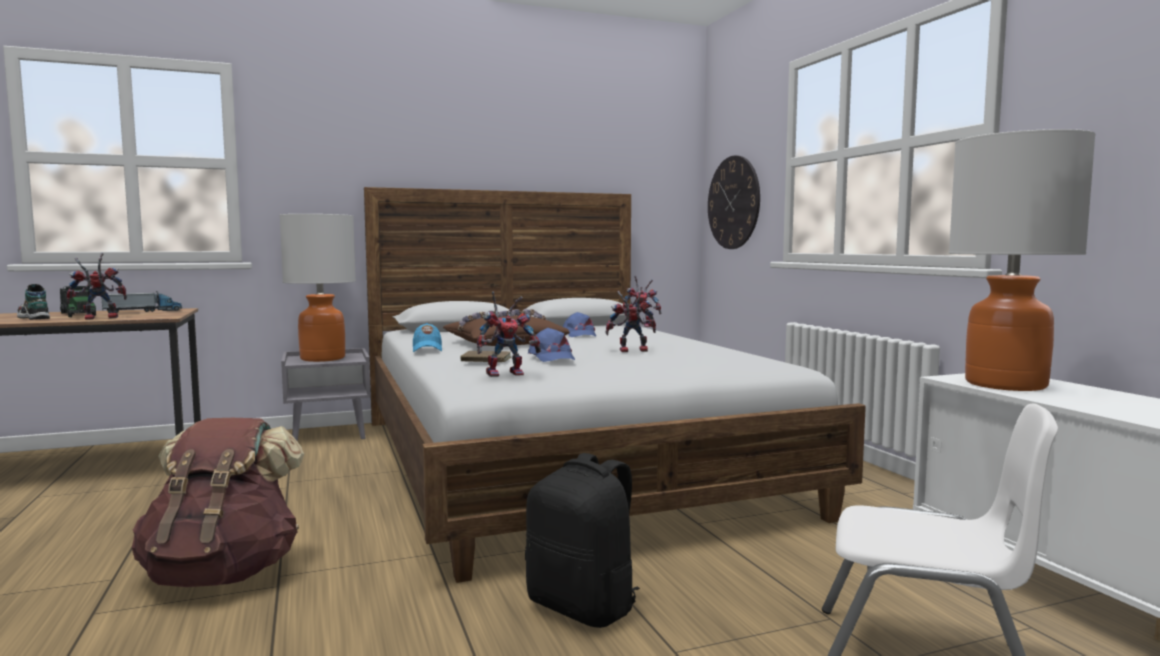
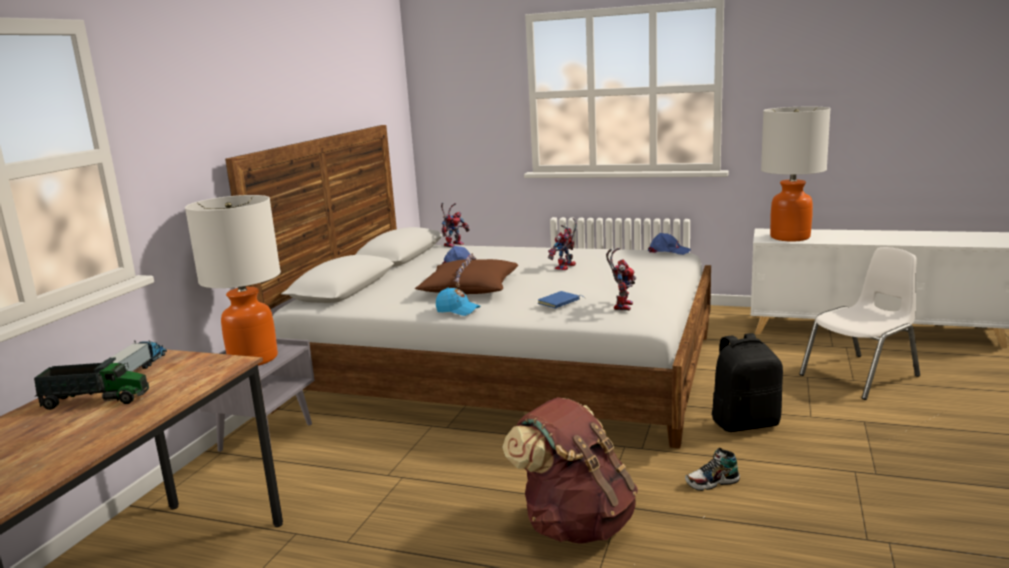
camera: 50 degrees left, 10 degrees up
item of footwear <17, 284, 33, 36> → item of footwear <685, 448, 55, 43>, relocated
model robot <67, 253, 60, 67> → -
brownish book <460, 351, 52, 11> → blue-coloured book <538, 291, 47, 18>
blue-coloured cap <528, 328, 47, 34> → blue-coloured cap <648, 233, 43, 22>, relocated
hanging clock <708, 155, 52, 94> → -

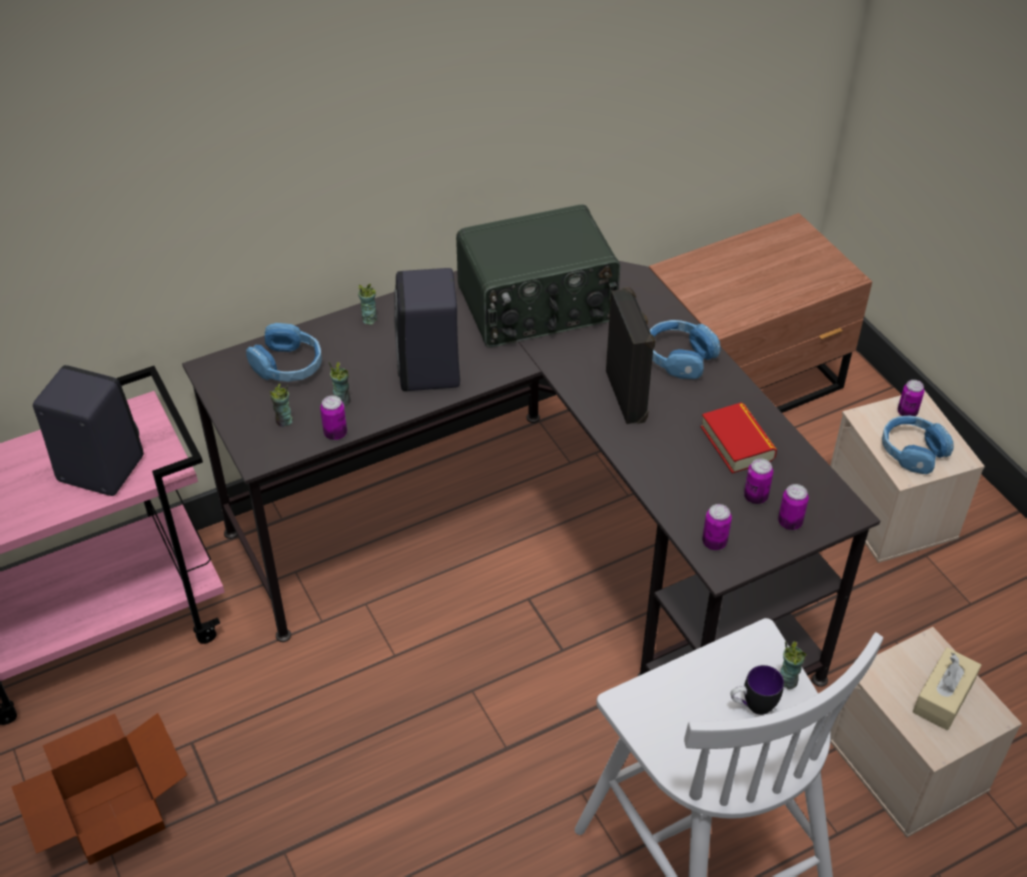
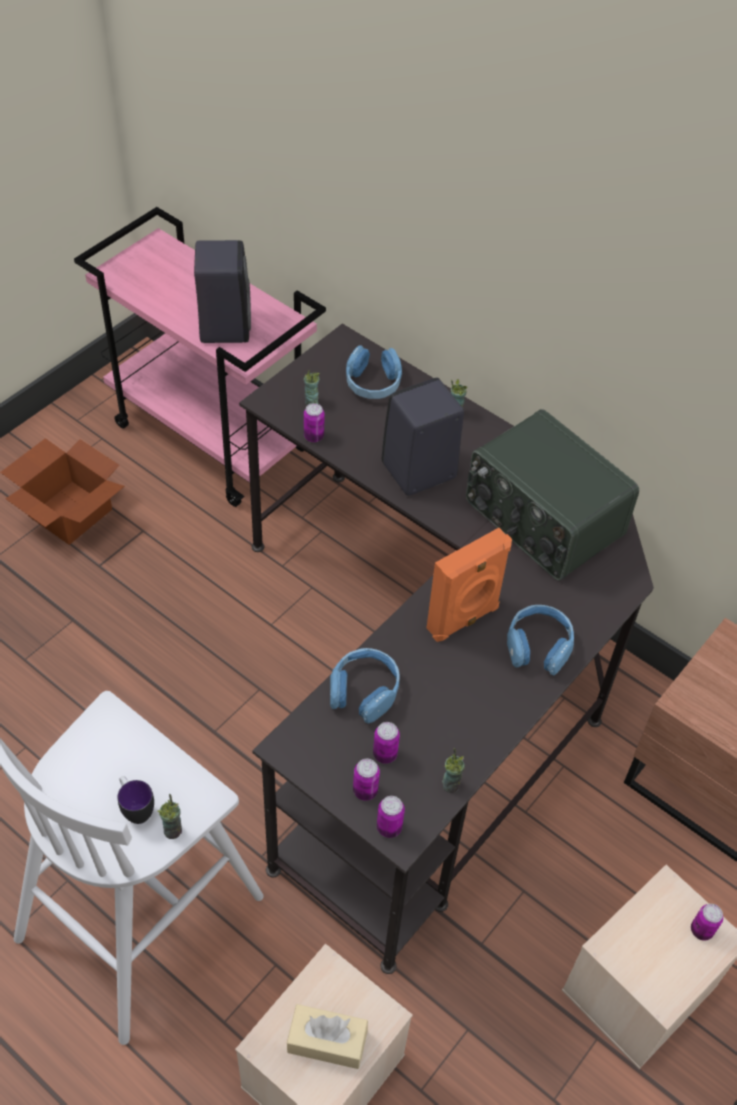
camera: 65 degrees right, 5 degrees up
drinking cup <328, 362, 23, 44> → drinking cup <442, 748, 23, 45>, relocated
black audio speaker <606, 287, 50, 137> → orange audio speaker <427, 528, 85, 114>
book <700, 402, 77, 72> → -
metal can <702, 504, 30, 46> → metal can <377, 796, 28, 42>, relocated
blue-coloured headphones <882, 416, 72, 58> → blue-coloured headphones <330, 648, 70, 76>, relocated

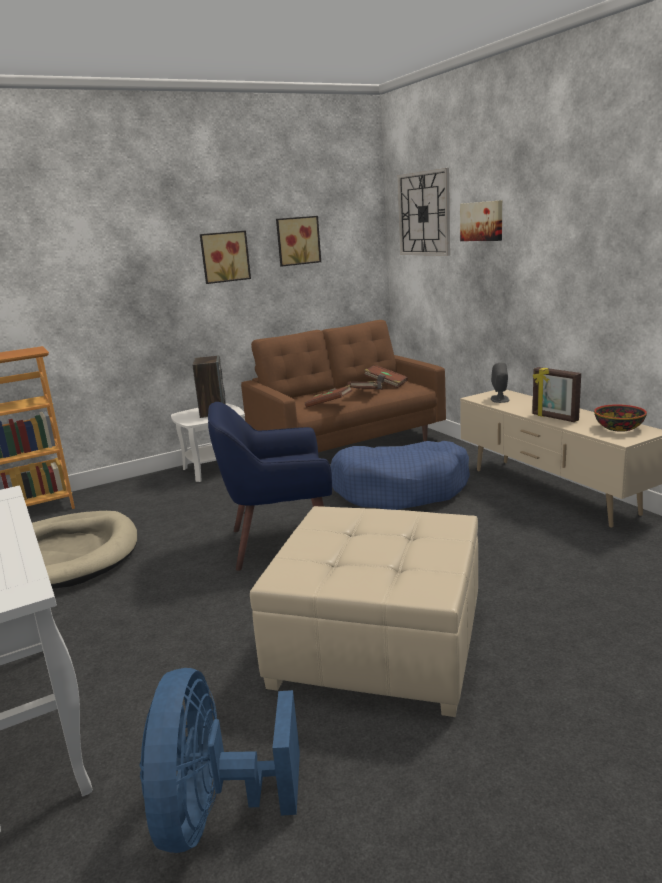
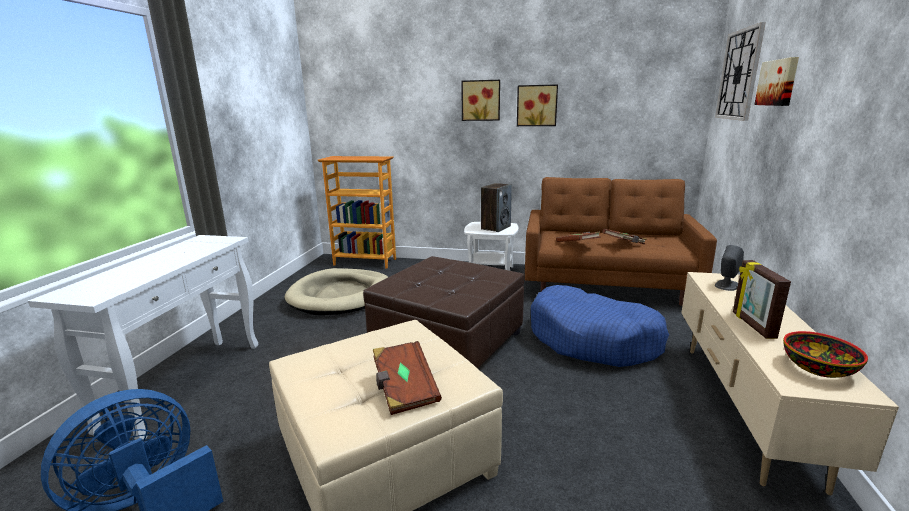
camera: 40 degrees right, 0 degrees up
blue-coloured lounge chair <208, 402, 124, 169> → brownish ottoman <363, 256, 161, 113>
picture <276, 216, 45, 51> → picture <461, 80, 39, 41>, relocated
brownish book <364, 365, 44, 23> → brownish book <373, 341, 69, 74>, relocated

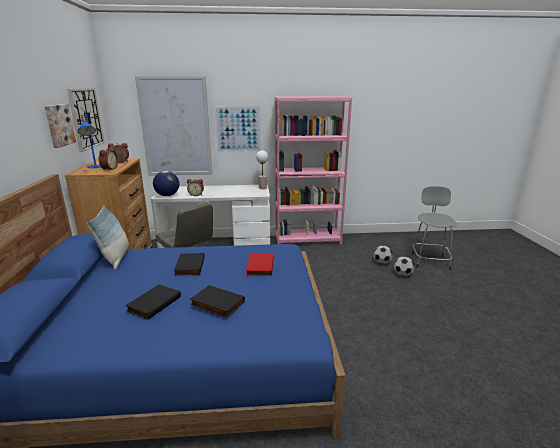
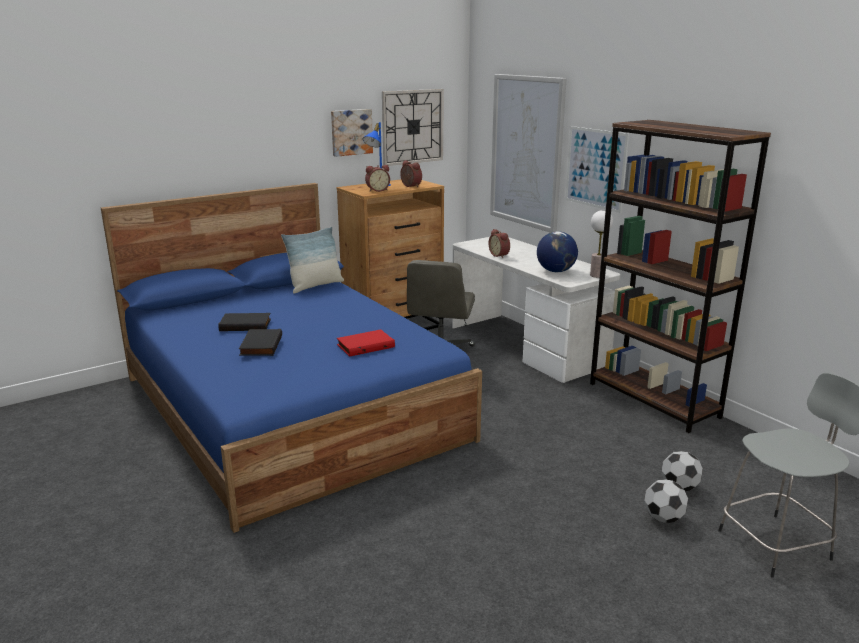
camera: 60 degrees right, 0 degrees up
desk globe <153, 171, 26, 25> → desk globe <537, 231, 41, 41>, relocated
black book <174, 253, 31, 23> → -
pink-coloured bookshelf <275, 96, 78, 149> → brownish bookshelf <590, 120, 181, 313>

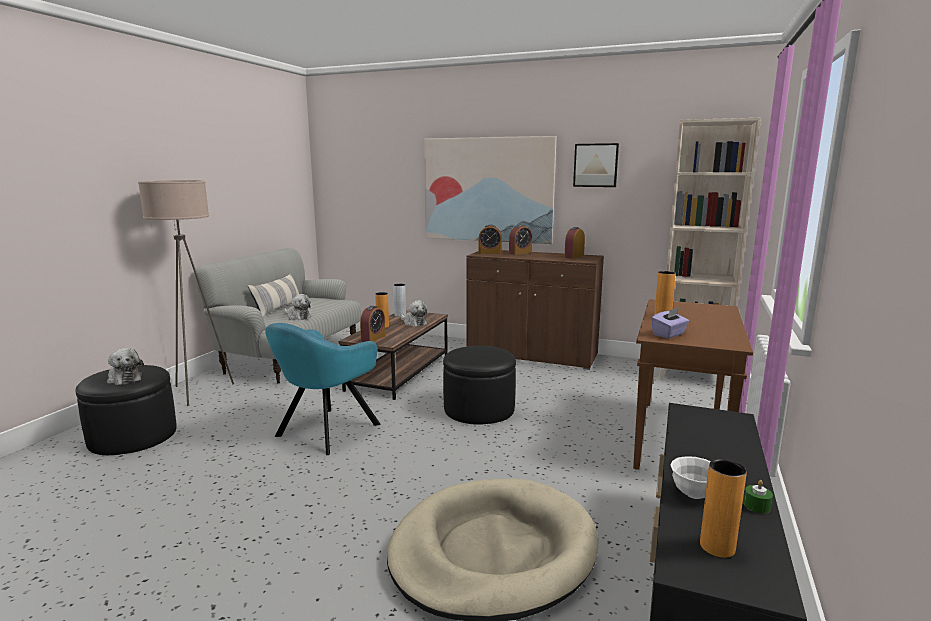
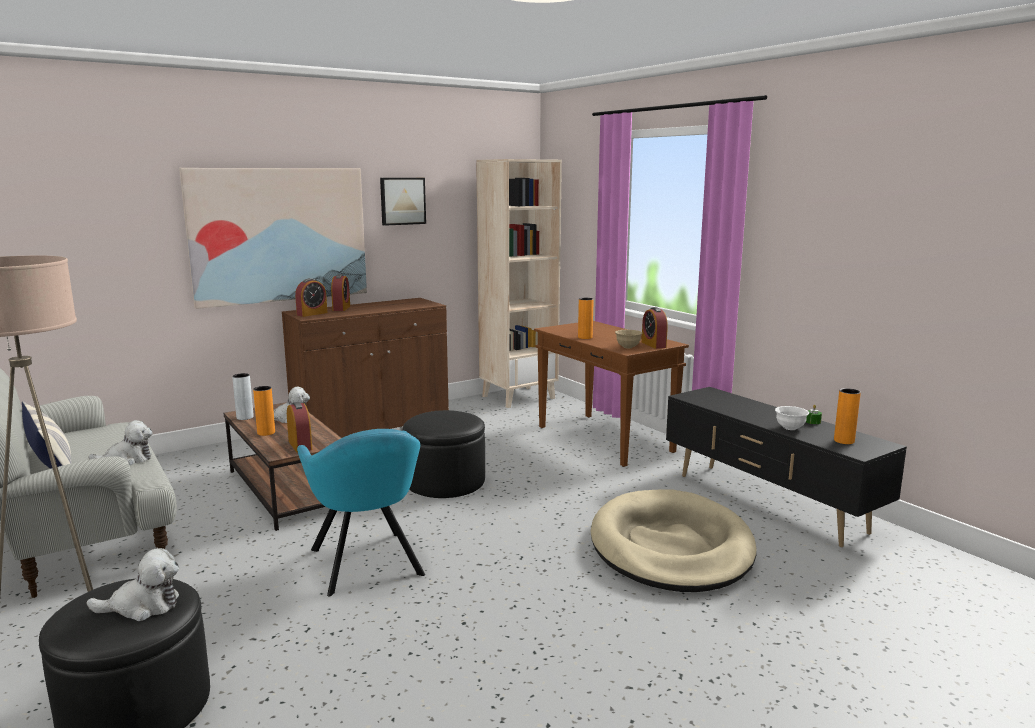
camera: 55 degrees left, 0 degrees up
bedside clock <564, 227, 21, 32> → bedside clock <642, 307, 26, 42>, relocated
purple tissue box <651, 308, 38, 30> → beige deep dish <615, 330, 28, 18>

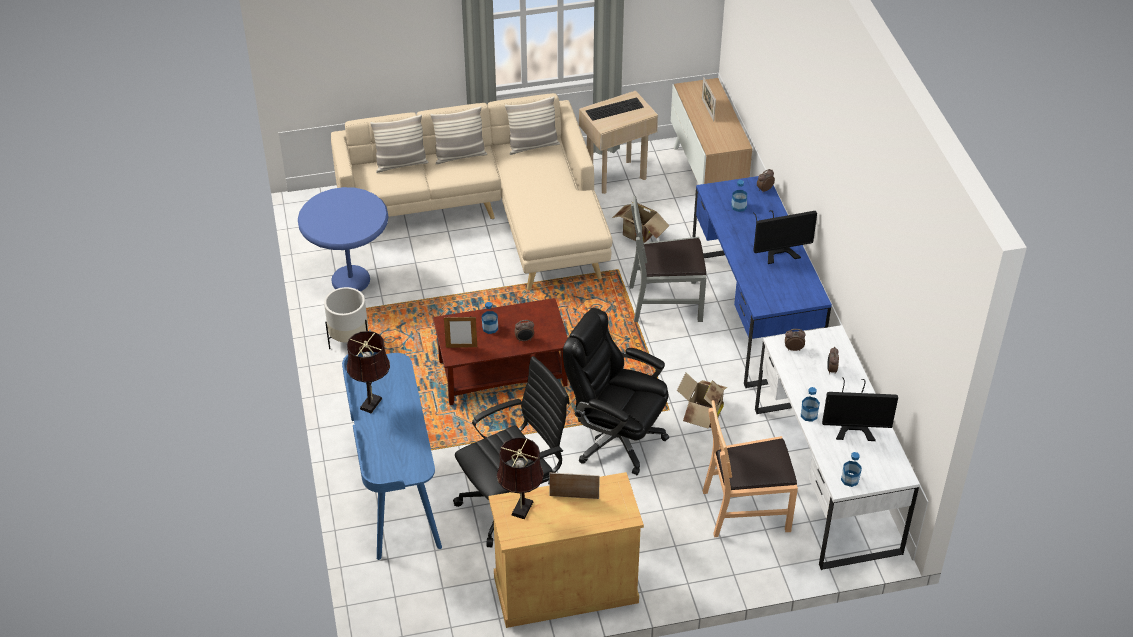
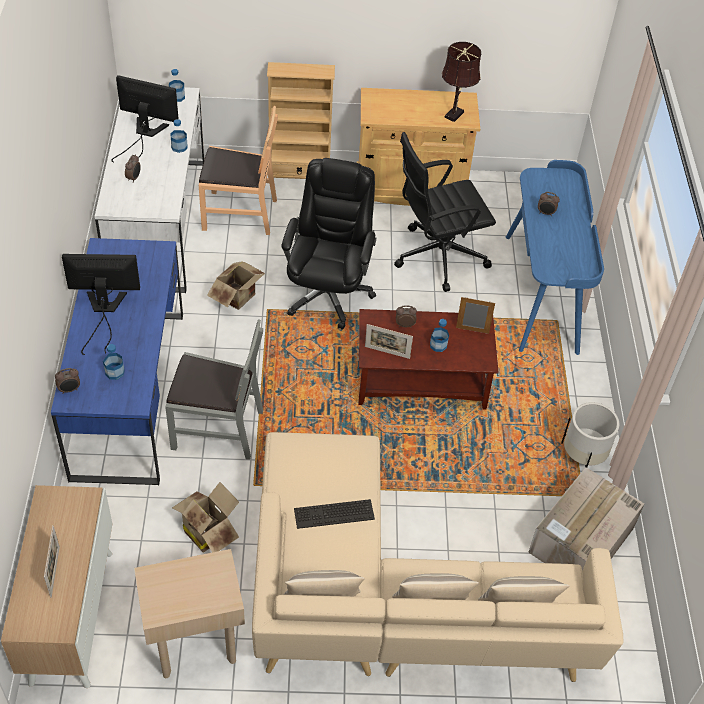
camera: 170 degrees left, 5 degrees up
blue-coloured end table <298, 187, 90, 105> → carton <528, 467, 116, 104>
brownish table lamp <347, 331, 43, 82> → -
picture frame <549, 473, 51, 26> → picture frame <365, 324, 48, 35>, relocated
black office chair <563, 308, 106, 167> → black office chair <281, 158, 95, 172>, 120 degrees counterclockwise
PC keyboard <586, 97, 58, 24> → PC keyboard <294, 499, 81, 30>, relocated
bedside clock <785, 329, 21, 22> → bedside clock <538, 192, 22, 24>, relocated
- → beige bookshelf <267, 62, 68, 117>

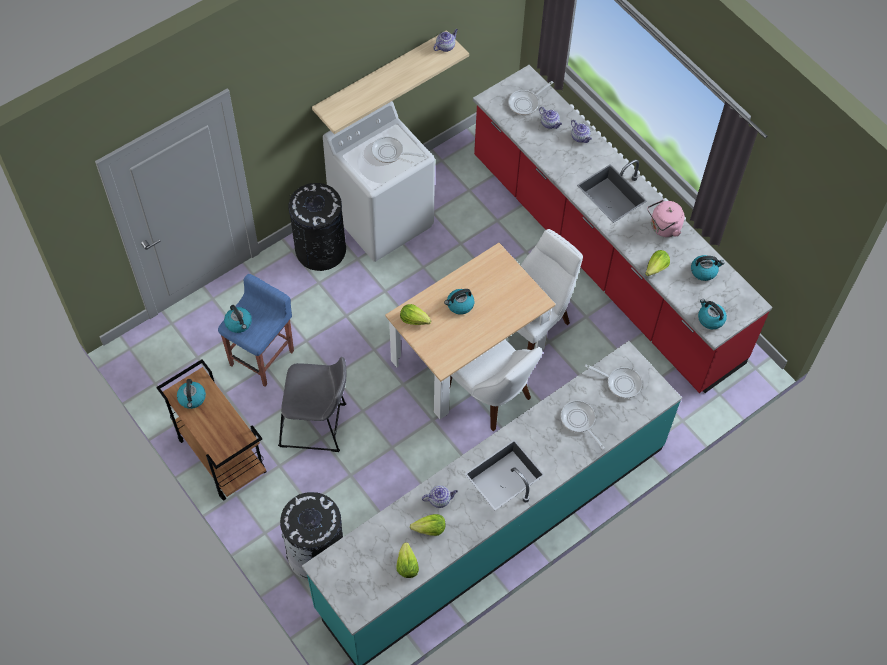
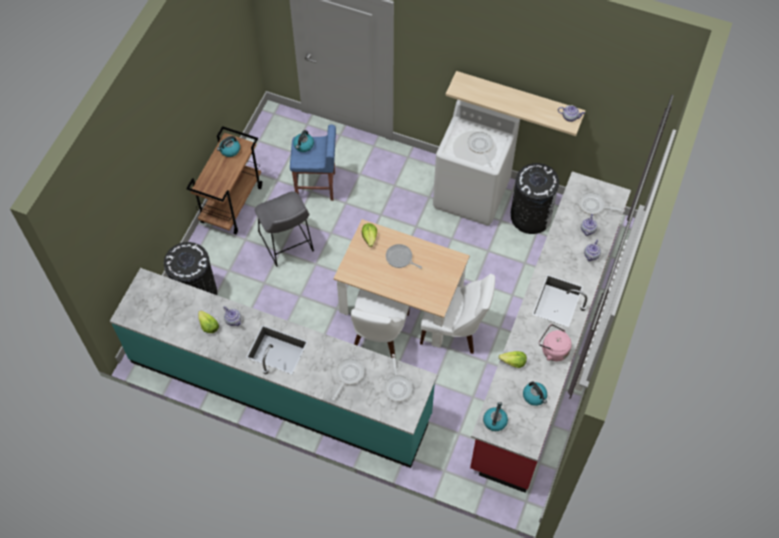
camera: 60 degrees right, 0 degrees up
black waste bin <288, 183, 58, 88> → black waste bin <511, 163, 48, 71>, relocated
lettuce <396, 542, 23, 36> → -
tea kettle <444, 289, 30, 26> → skillet <386, 244, 36, 25>

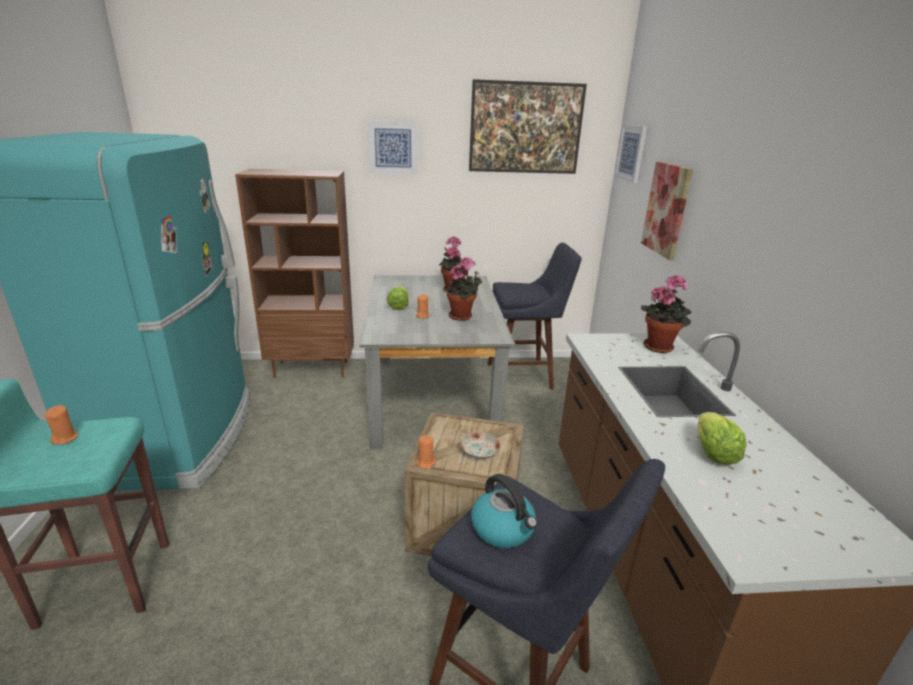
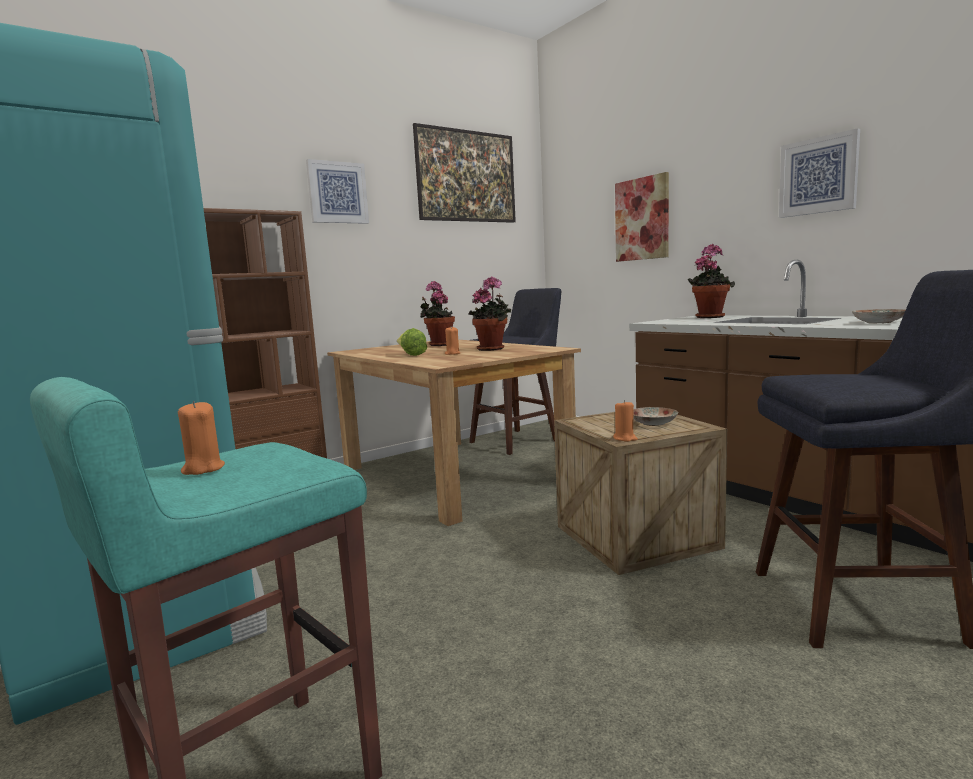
camera: 30 degrees left, 15 degrees down
greyish dining table <359, 275, 156, 174> → brownish dining table <327, 340, 254, 186>
tea kettle <471, 474, 66, 74> → -
picture <615, 124, 32, 59> → picture <779, 128, 81, 90>, relocated
lettuce <697, 412, 50, 53> → dinner plate <852, 309, 53, 15>

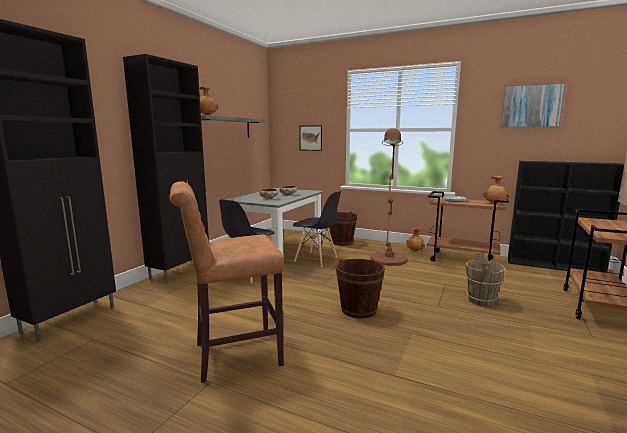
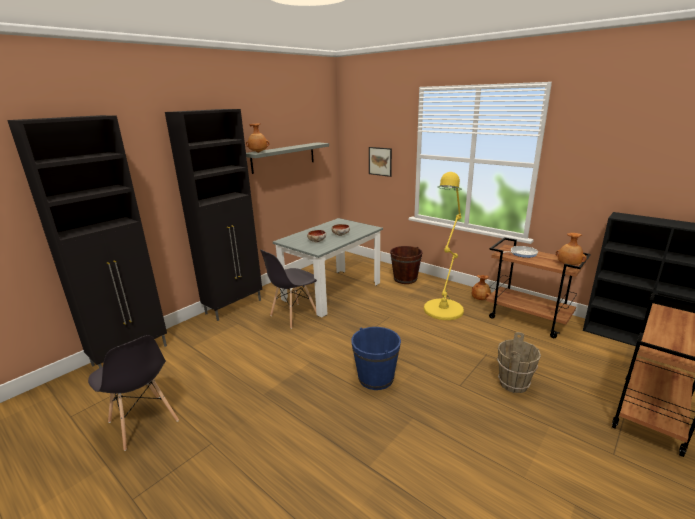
camera: 15 degrees right, 10 degrees up
brownish stool seat <169, 181, 115, 202> → -
greyish chair <293, 191, 48, 76> → greyish chair <88, 335, 91, 116>, relocated
brownish pail <336, 259, 49, 59> → blue-coloured pail <351, 327, 50, 63>
brownish standard lamp <371, 128, 37, 138> → yellow standard lamp <424, 172, 40, 148>
picture <501, 82, 65, 46> → -

